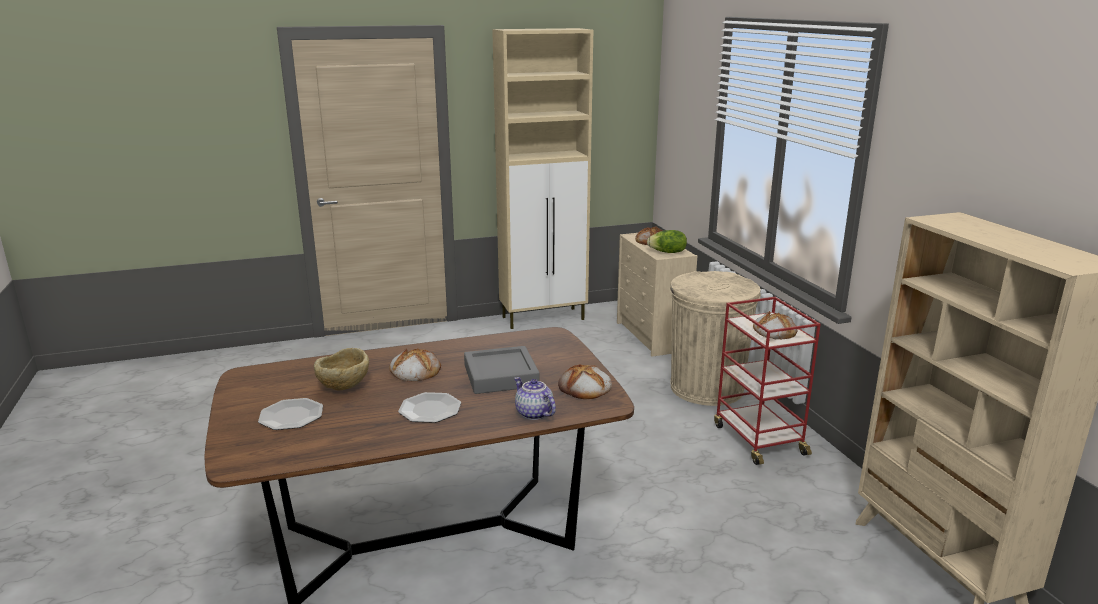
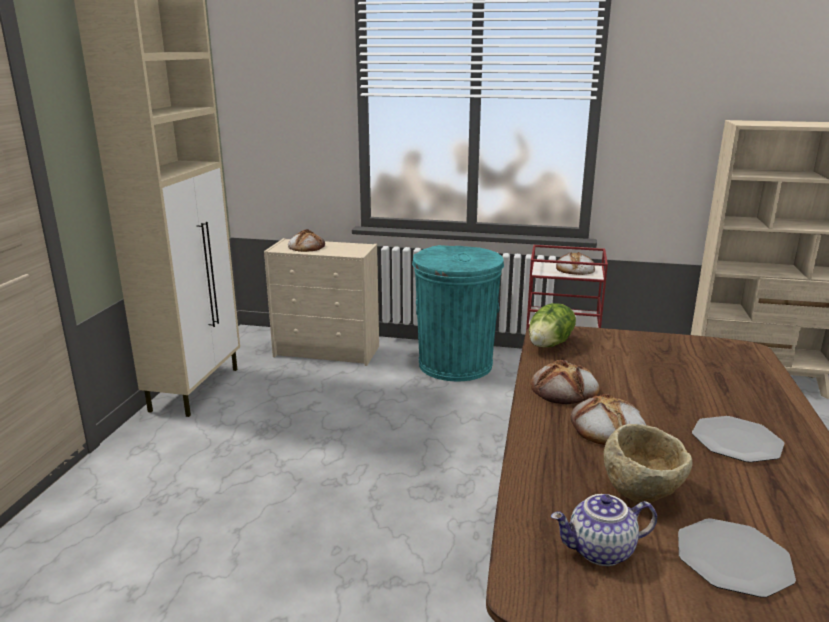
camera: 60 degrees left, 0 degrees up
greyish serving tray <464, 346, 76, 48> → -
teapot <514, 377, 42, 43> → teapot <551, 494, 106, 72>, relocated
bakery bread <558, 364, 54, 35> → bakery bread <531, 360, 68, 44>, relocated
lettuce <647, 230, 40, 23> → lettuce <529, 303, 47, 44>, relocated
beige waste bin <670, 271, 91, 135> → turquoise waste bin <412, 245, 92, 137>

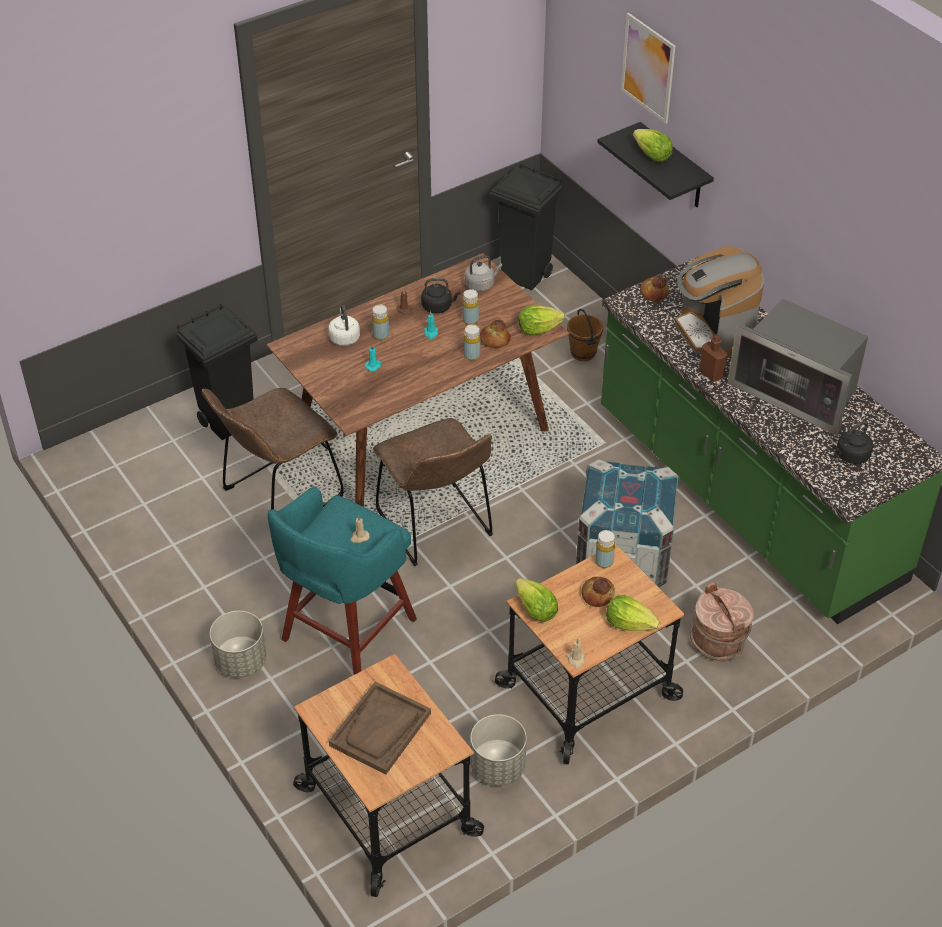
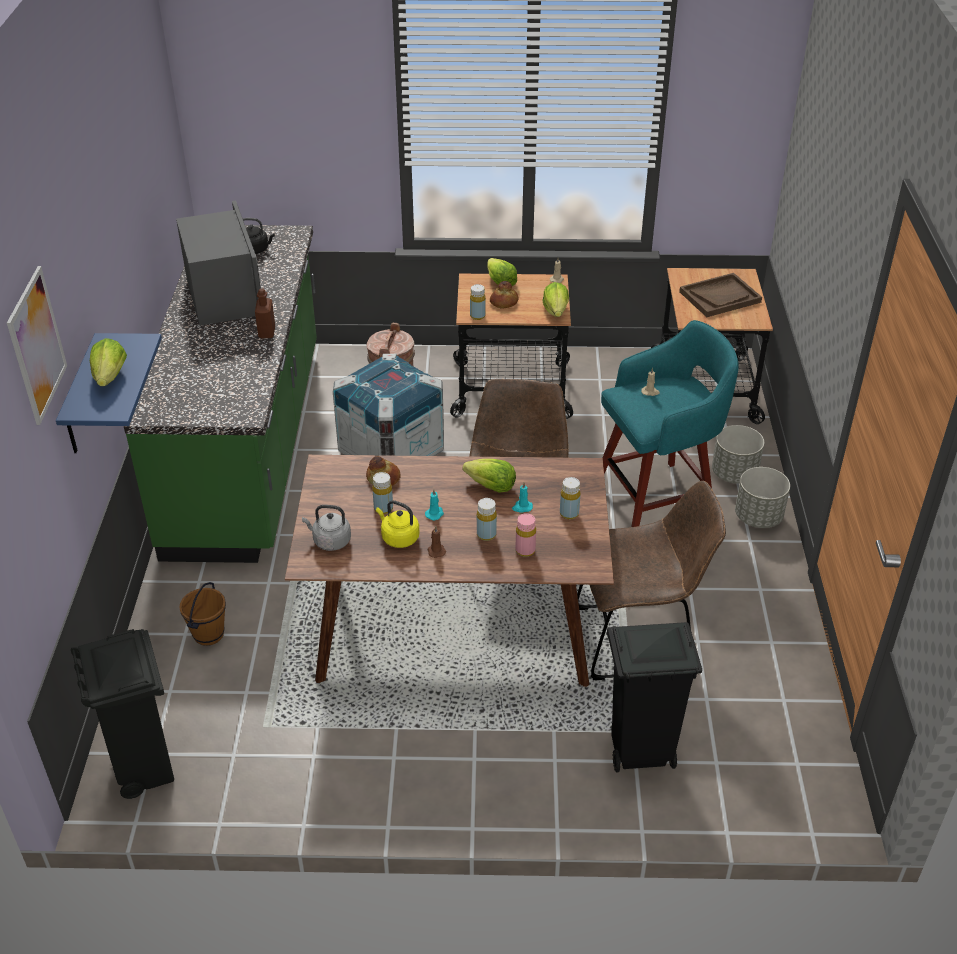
camera: 145 degrees left, 5 degrees down
white tea kettle <328, 305, 32, 41> → pink-coloured drink bottle <515, 513, 21, 44>
black tea kettle <421, 278, 40, 35> → yellow tea kettle <376, 500, 43, 48>
yellow drink bottle <464, 324, 16, 37> → yellow drink bottle <560, 477, 20, 43>, relocated
greyish flower pot <470, 714, 57, 72> → greyish flower pot <712, 425, 52, 59>, relocated
lettuce <518, 306, 47, 29> → lettuce <463, 459, 53, 34>, relocated
black bracket shelf <597, 122, 117, 85> → blue-coloured bracket shelf <56, 333, 106, 120>
bakery bread <640, 275, 29, 27> → -
coffee maker <675, 246, 89, 111> → -

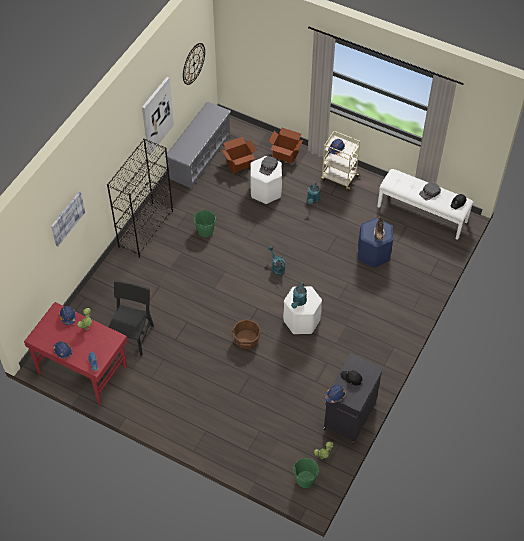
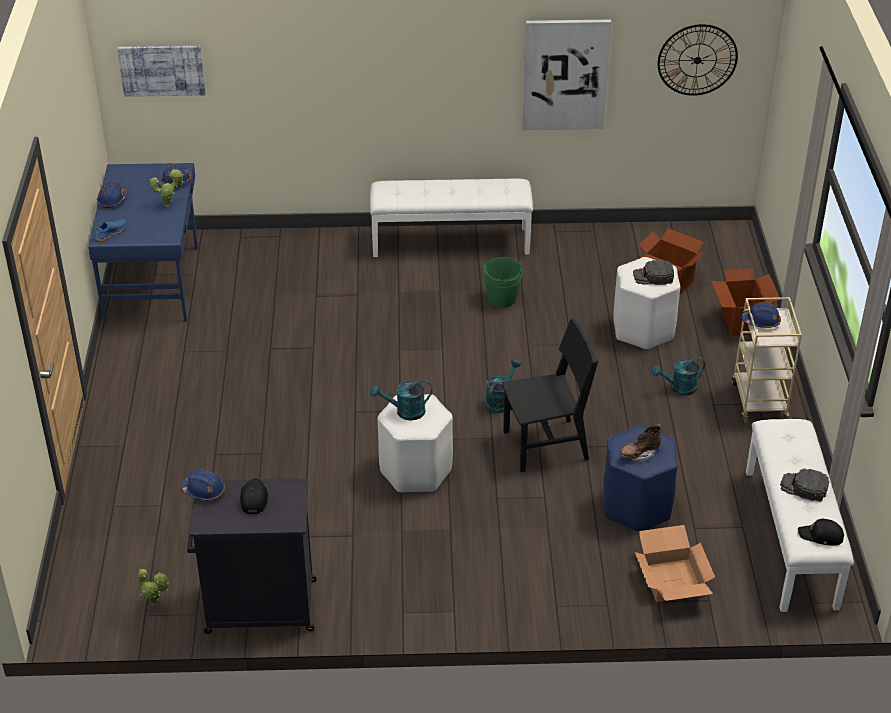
camera: 60 degrees right, 15 degrees down
red desk unit <24, 302, 104, 103> → blue-coloured desk unit <88, 163, 110, 160>
picture <51, 192, 34, 54> → picture <117, 46, 89, 51>, relocated
black bookshelf <107, 138, 66, 119> → white indoor bench <370, 178, 163, 79>
black chair <108, 281, 46, 75> → black chair <502, 318, 96, 154>, relocated
greyish shoe stand <165, 101, 66, 88> → -
brownish pail <232, 319, 29, 31> → -
green-coloured pail <293, 458, 26, 30> → -
- → carton <635, 525, 80, 77>

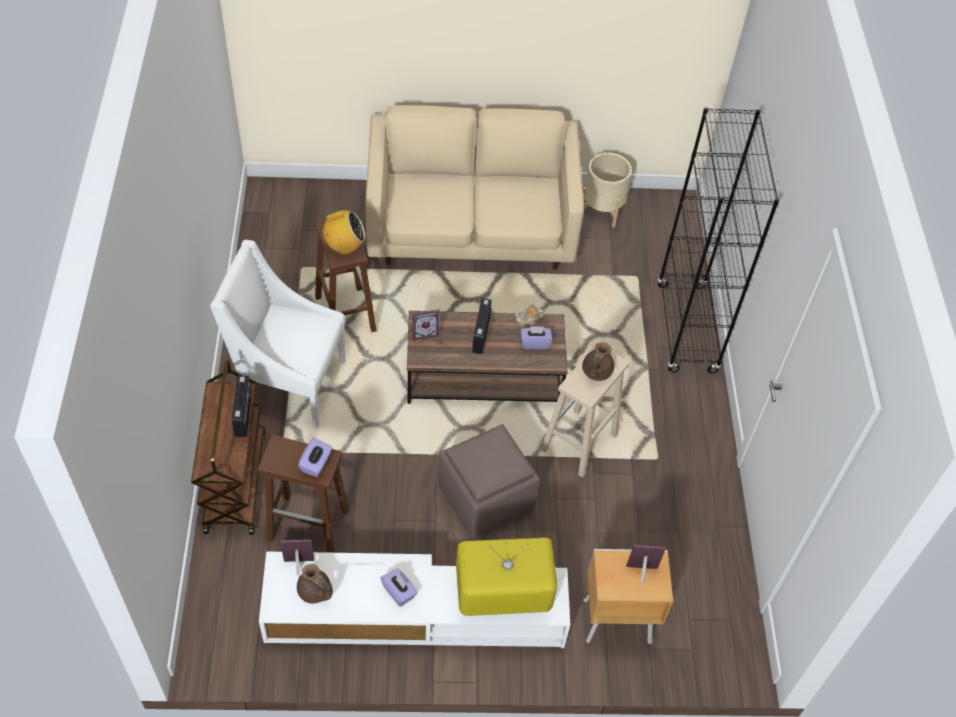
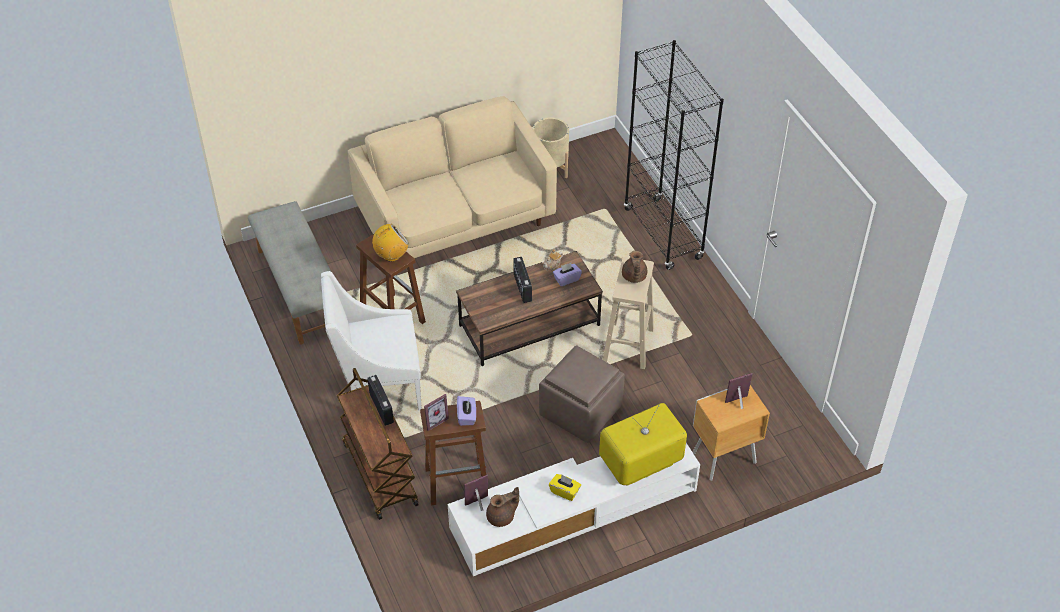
camera: 20 degrees left, 5 degrees down
brownish teapot <297, 564, 36, 39> → brownish teapot <486, 487, 33, 40>, 45 degrees counterclockwise
purple tissue box <380, 568, 38, 39> → yellow tissue box <549, 474, 32, 27>
picture frame <413, 309, 27, 32> → picture frame <424, 394, 25, 37>, relocated
- → greyish indoor bench <248, 201, 83, 144>

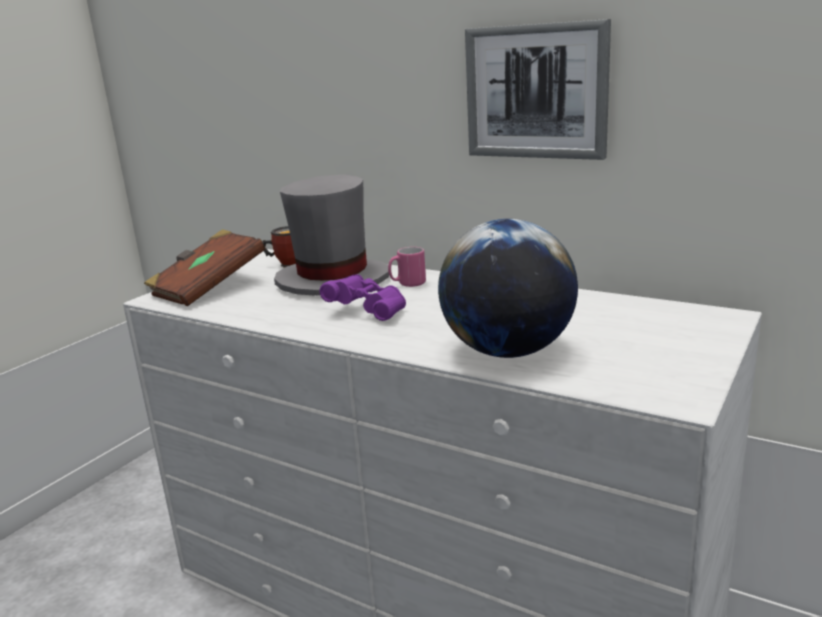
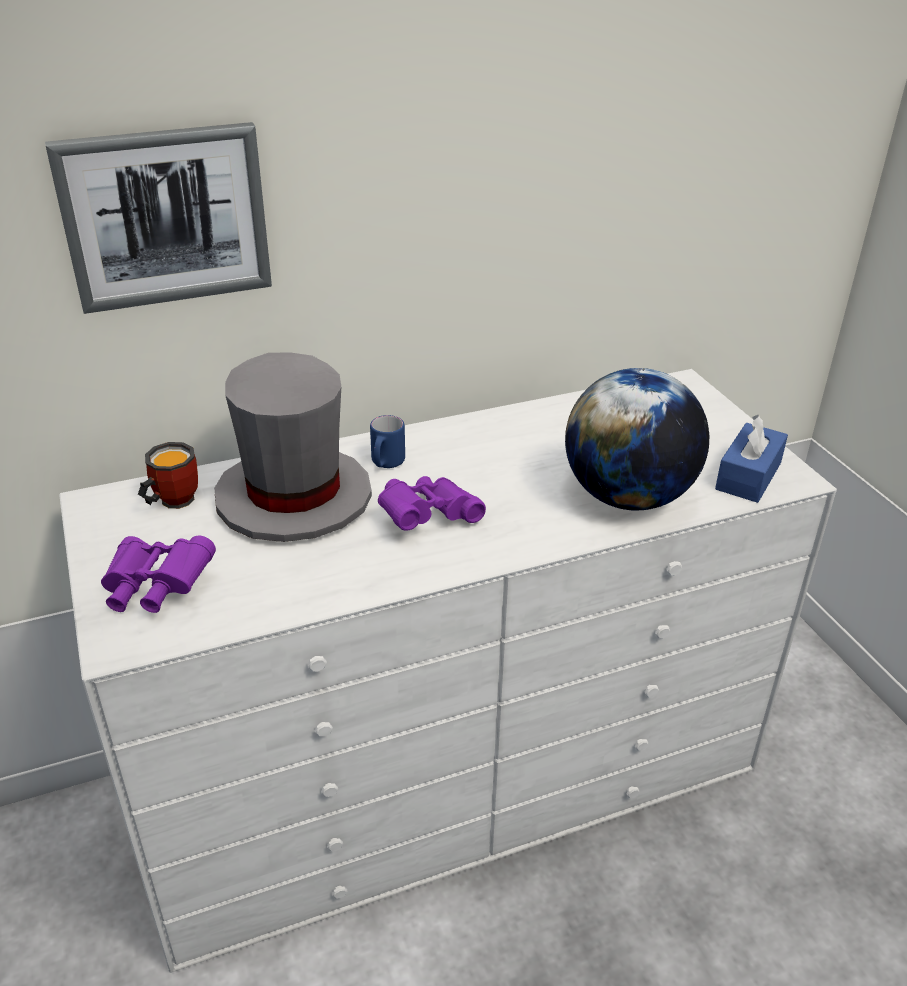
camera: 55 degrees left, 15 degrees up
brownish book <144, 229, 121, 77> → purple field glasses <101, 535, 115, 78>
pink-coloured tea mug <388, 247, 38, 40> → blue-coloured tea mug <370, 415, 35, 53>
picture <465, 19, 146, 141> → picture <45, 122, 227, 192>, relocated
- → blue-coloured tissue box <715, 415, 73, 88>

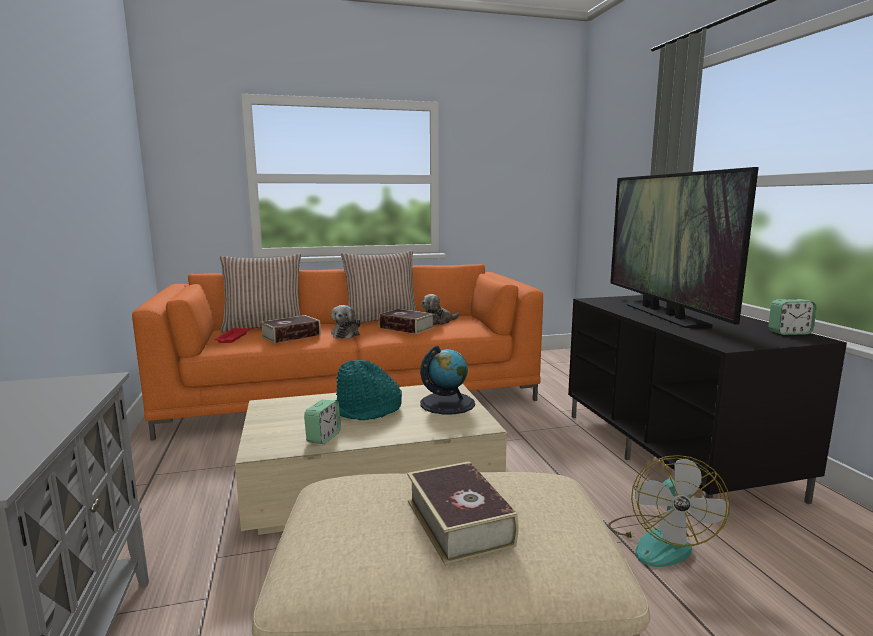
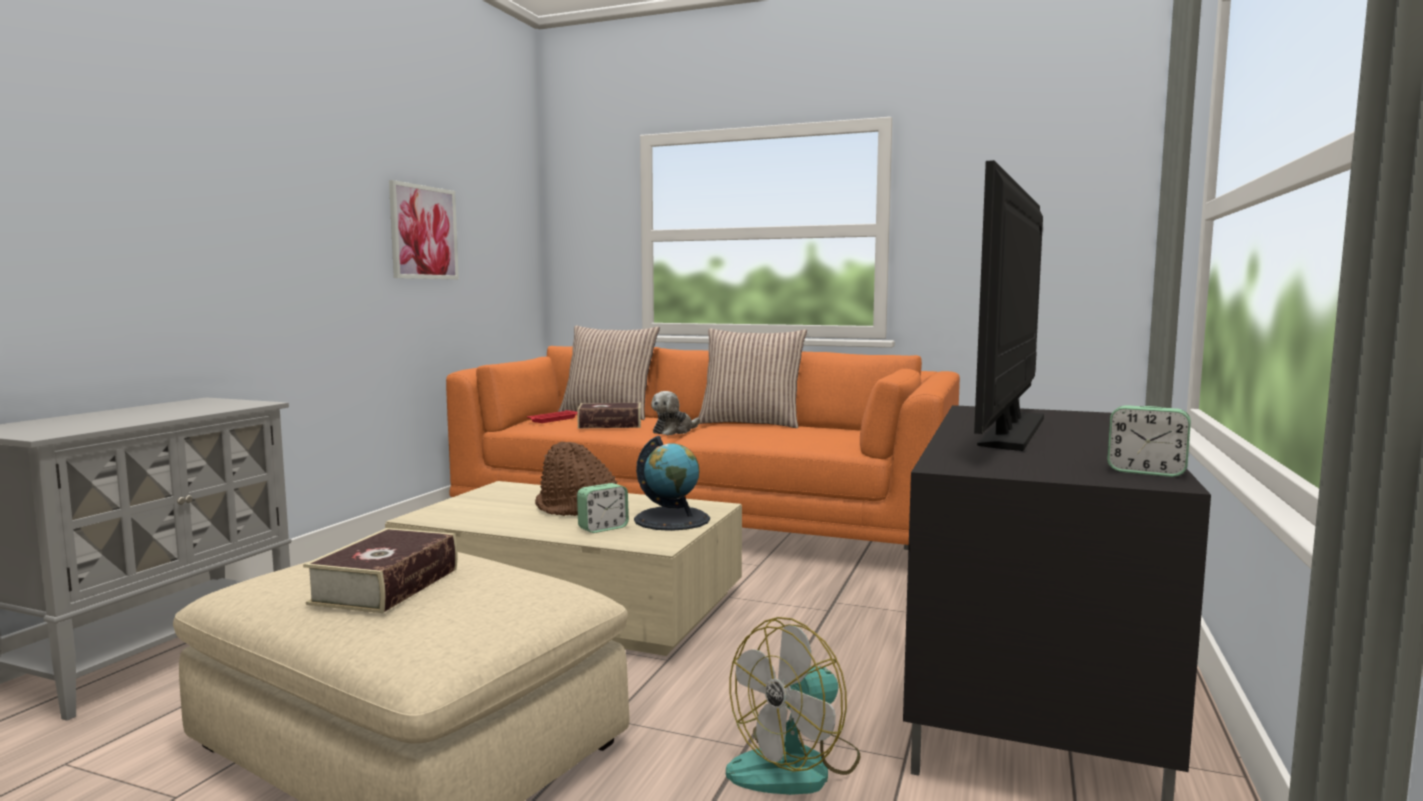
camera: 35 degrees right, 5 degrees down
bedside clock <304, 400, 37, 44> → bedside clock <577, 483, 52, 50>, relocated
turquoise wearable hat <335, 360, 67, 60> → brownish wearable hat <535, 442, 82, 74>
book <379, 309, 55, 25> → -
plush toy <421, 294, 39, 31> → -
- → picture <389, 180, 70, 99>

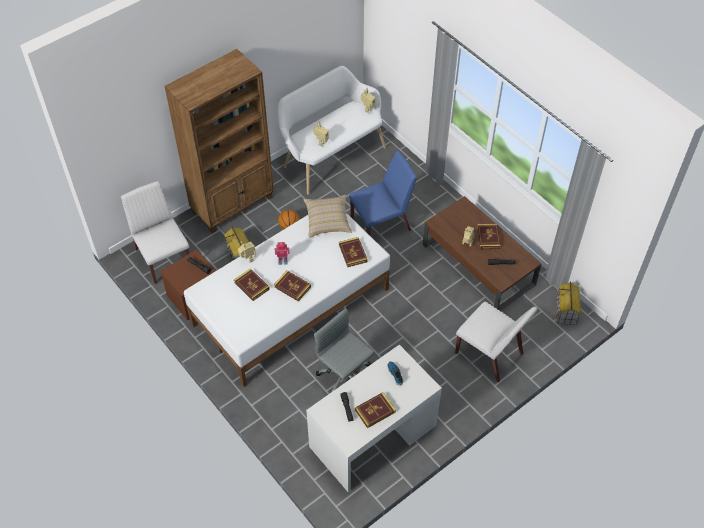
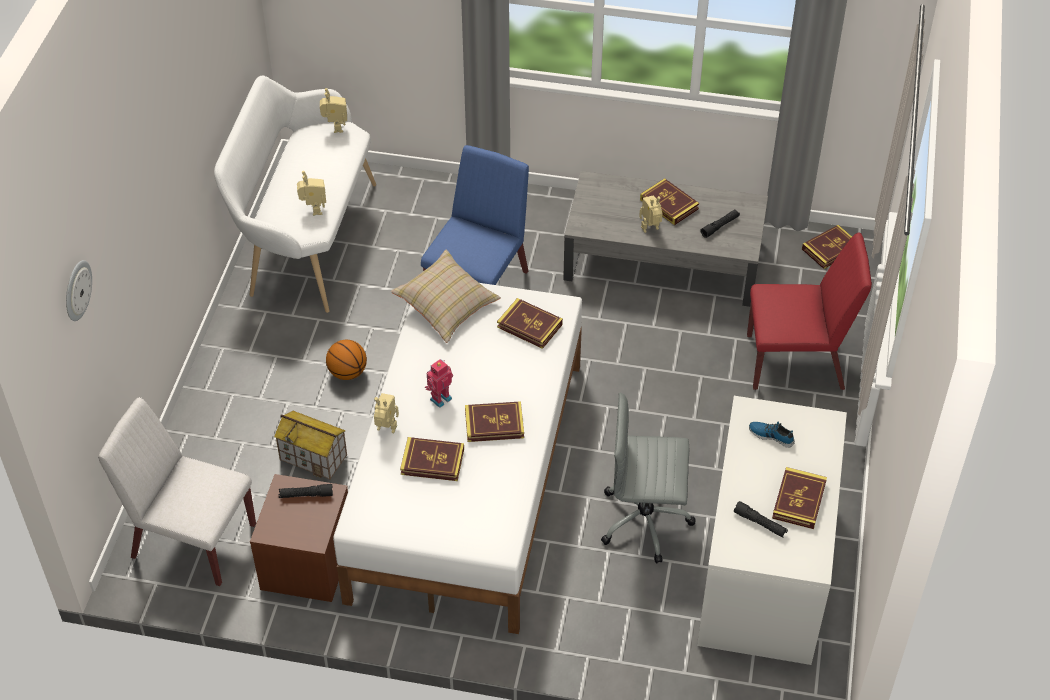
camera: 40 degrees left, 5 degrees down
brownish bookshelf <164, 49, 110, 184> → -
brownish coffee table <423, 196, 119, 115> → greyish coffee table <563, 171, 205, 136>
white chair <455, 302, 82, 81> → red chair <747, 233, 125, 157>
miniature house <556, 281, 25, 44> → book <802, 225, 50, 44>
- → hanging clock <66, 260, 26, 61>

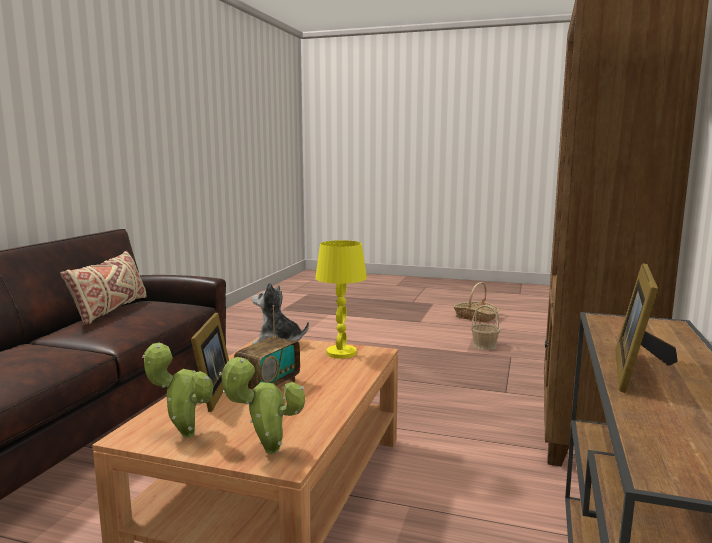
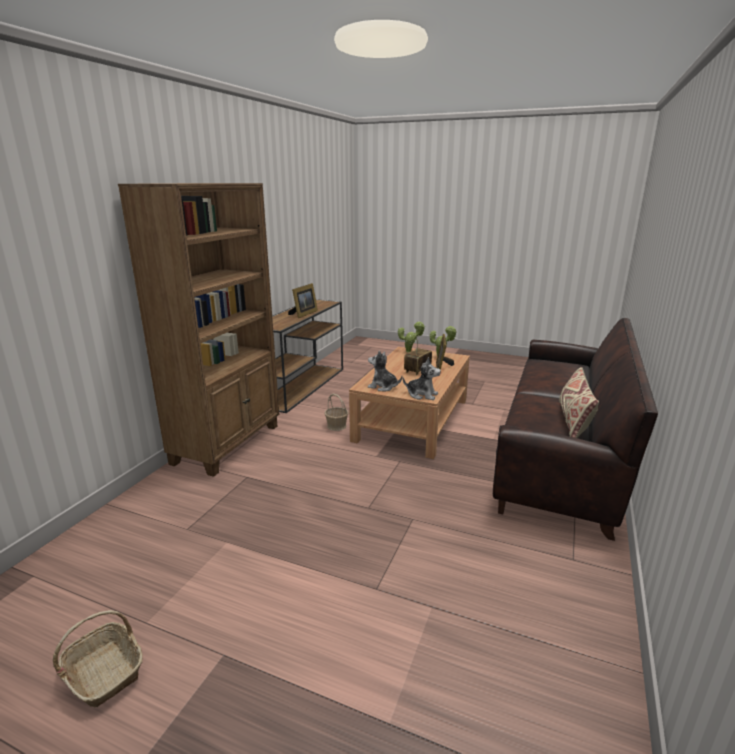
camera: 175 degrees left, 10 degrees up
yellow table lamp <315, 240, 52, 119> → plush toy <368, 351, 34, 40>
basket <471, 305, 29, 45> → basket <324, 394, 24, 37>, relocated

